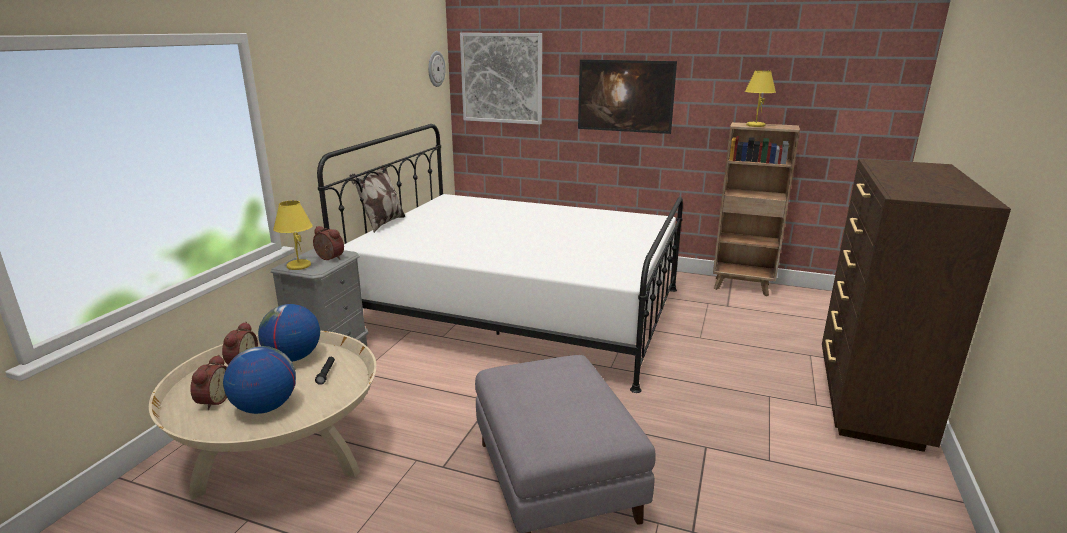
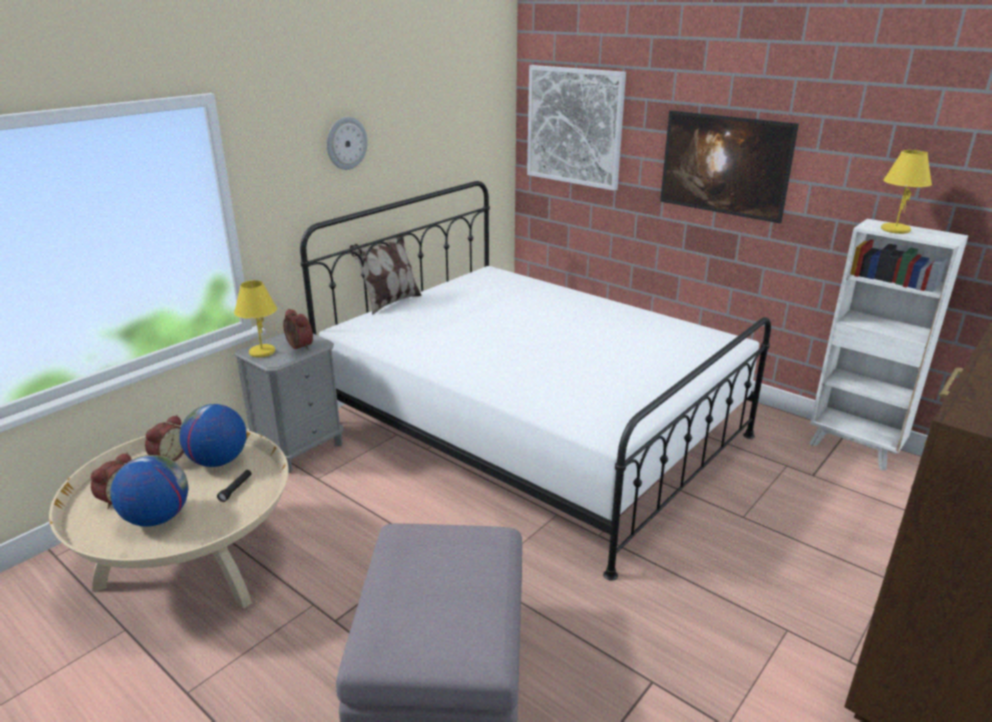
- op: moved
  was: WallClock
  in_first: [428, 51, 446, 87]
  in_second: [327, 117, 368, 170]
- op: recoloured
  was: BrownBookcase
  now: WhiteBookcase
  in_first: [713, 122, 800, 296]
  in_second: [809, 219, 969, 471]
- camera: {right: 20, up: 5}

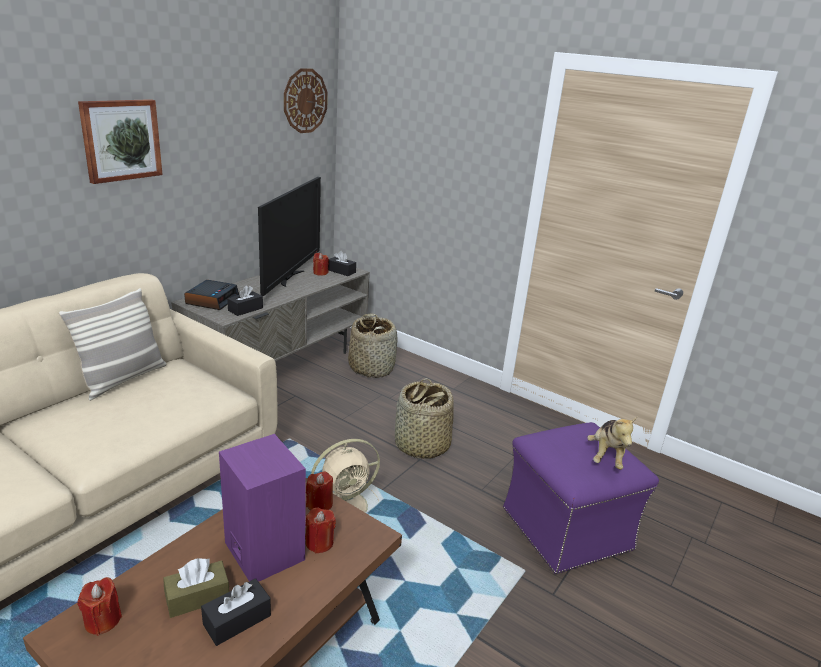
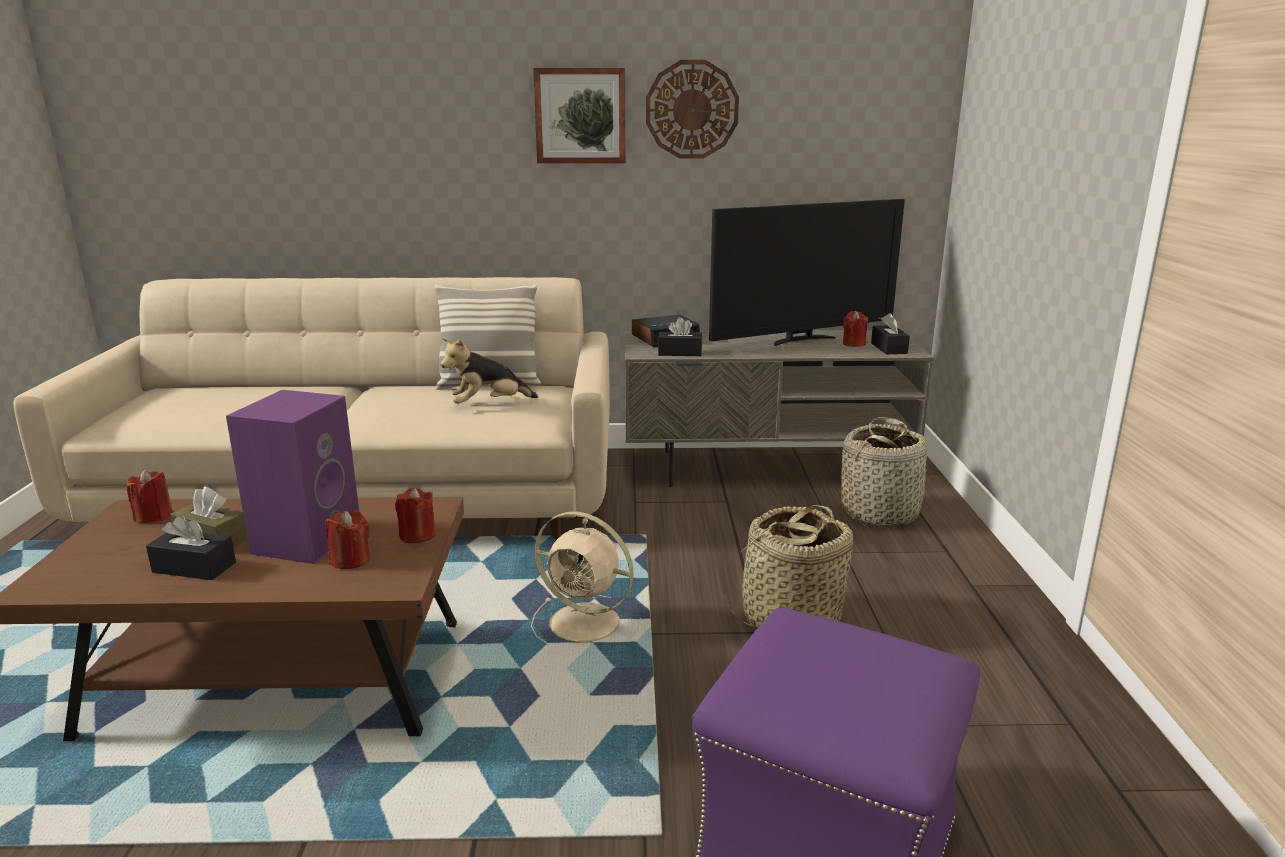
- op: moved
  was: PlushToy
  in_first: [587, 417, 637, 470]
  in_second: [441, 338, 538, 404]
- op: moved
  was: WallClock
  in_first: [284, 68, 328, 133]
  in_second: [646, 60, 739, 159]
- camera: {right: 55, up: -5}

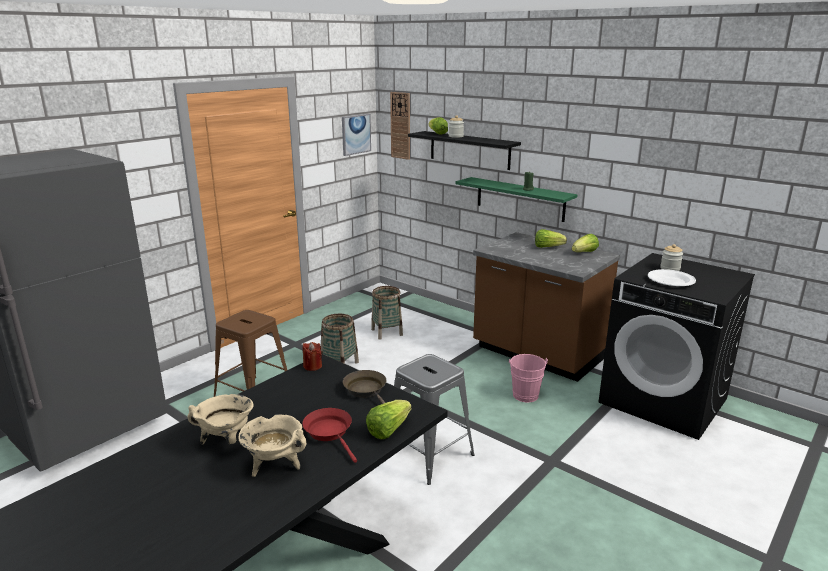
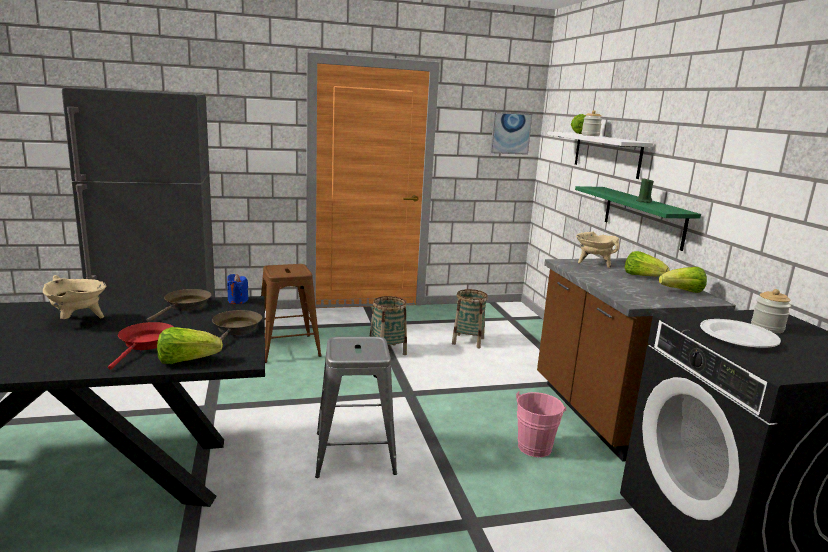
- op: added
  now: BrownFryingPan
  in_second: [147, 289, 211, 322]
- op: recoloured
  was: RedCandle
  now: BlueCandle
  in_first: [303, 342, 322, 371]
  in_second: [227, 274, 248, 304]
- op: recoloured
  was: BlackShelf
  now: WhiteShelf
  in_first: [408, 131, 521, 170]
  in_second: [547, 131, 653, 179]
- op: moved
  was: BeigeCookingPot
  in_first: [238, 414, 307, 477]
  in_second: [576, 232, 619, 268]
- op: removed
  was: WallClock
  in_first: [390, 92, 410, 160]
- camera: {right: 35, up: -5}

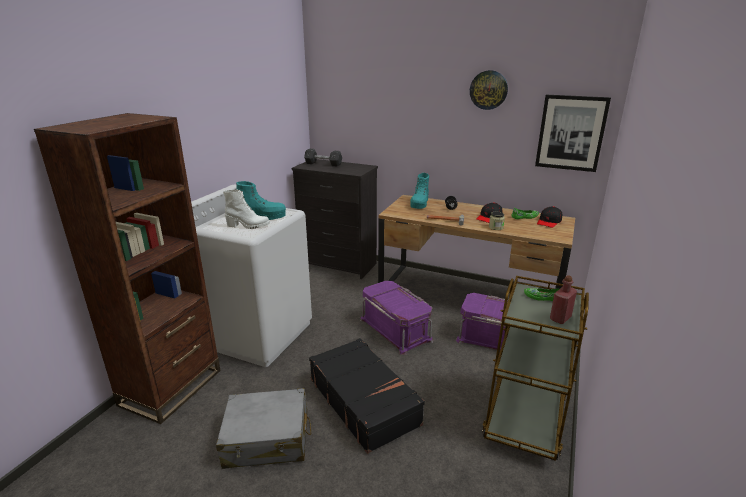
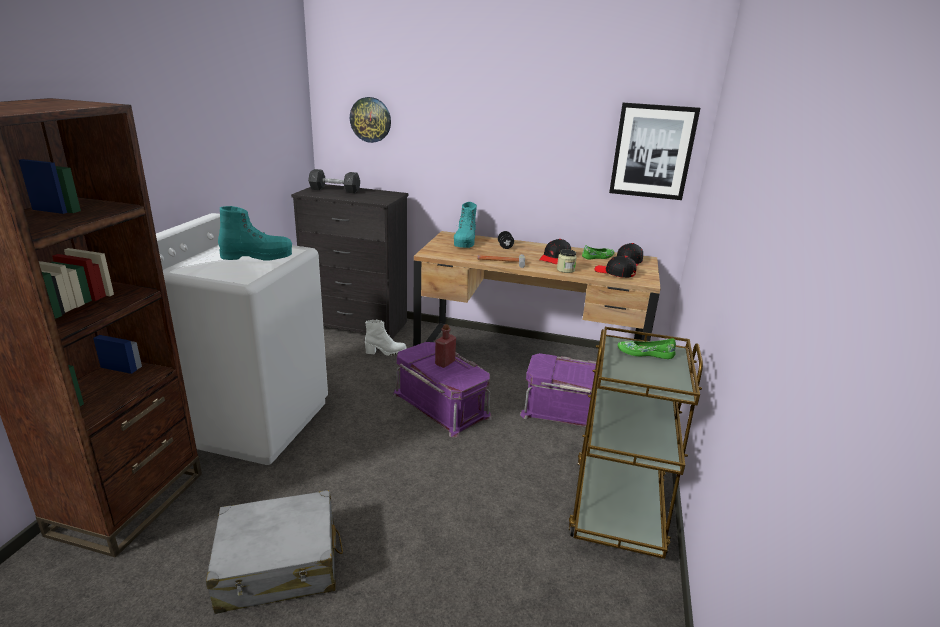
- op: moved
  was: WallClock
  in_first: [470, 70, 508, 110]
  in_second: [350, 97, 391, 143]
- op: moved
  was: WhiteBoot
  in_first: [223, 189, 270, 229]
  in_second: [365, 319, 407, 356]
- op: moved
  was: RedBottle
  in_first: [550, 275, 577, 324]
  in_second: [435, 324, 456, 368]
- op: added
  now: BlackCap
  in_second: [595, 256, 636, 278]
- op: removed
  was: BlackSuitcase
  in_first: [309, 338, 425, 454]
- camera: {right: -10, up: 0}

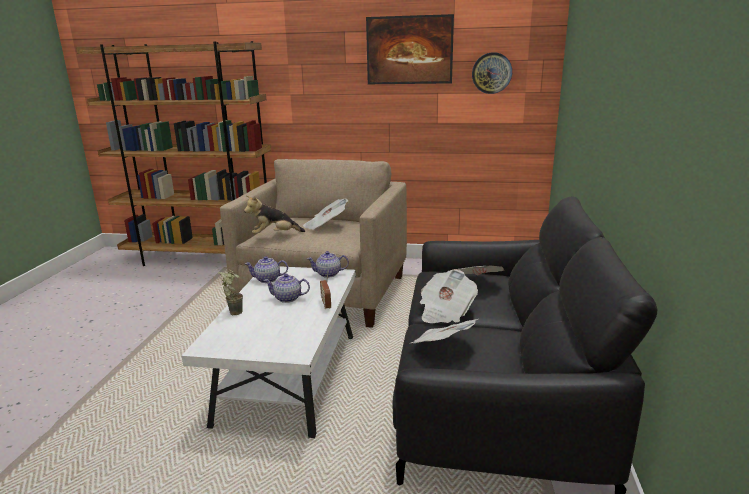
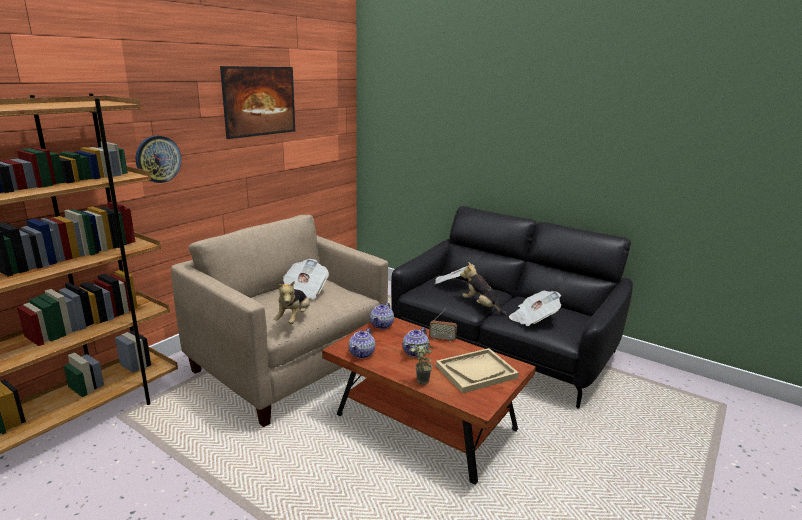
- op: moved
  was: WallClock
  in_first: [472, 52, 512, 94]
  in_second: [135, 136, 181, 183]
- op: recoloured
  was: WhiteCoffeeTable
  now: BrownCoffeeTable
  in_first: [182, 266, 356, 438]
  in_second: [322, 317, 536, 485]
- op: added
  now: BeigeTray
  in_second: [436, 348, 519, 394]
- op: replaced
  was: Newspaper
  now: PlushToy
  in_first: [420, 269, 478, 323]
  in_second: [460, 262, 507, 316]
- camera: {right: -65, up: 0}

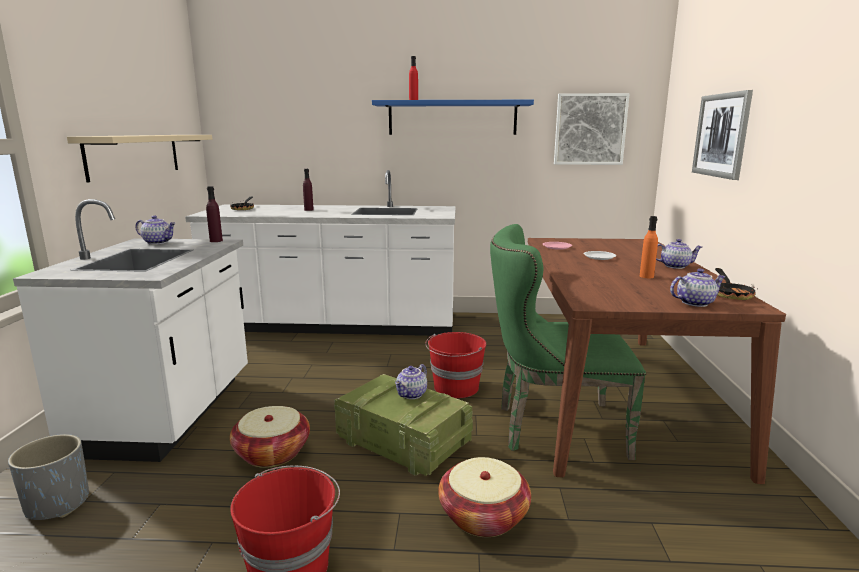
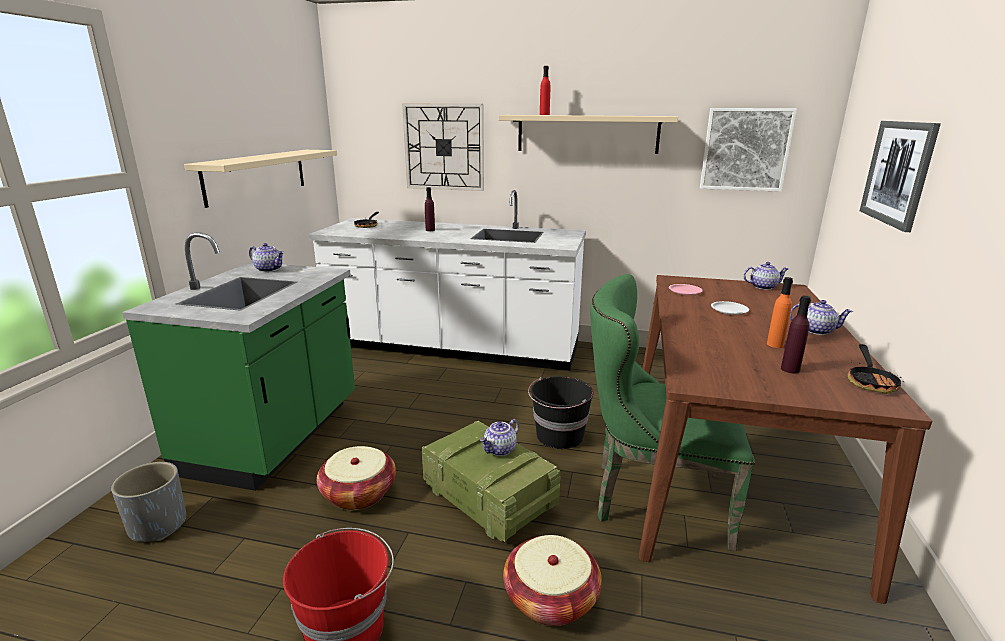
- op: recoloured
  was: WhiteCounter
  now: GreenCounter
  in_first: [13, 199, 248, 462]
  in_second: [122, 232, 355, 491]
- op: added
  now: WallClock
  in_second: [402, 104, 484, 191]
- op: recoloured
  was: BlueShelf
  now: BeigeShelf
  in_first: [372, 100, 534, 135]
  in_second: [498, 115, 678, 154]
- op: recoloured
  was: RedBucket
  now: BlackBucket
  in_first: [425, 332, 486, 398]
  in_second: [528, 376, 594, 449]
- op: moved
  was: Teapot
  in_first: [670, 269, 725, 307]
  in_second: [743, 262, 788, 290]
- op: moved
  was: PurpleBottle
  in_first: [206, 186, 223, 242]
  in_second: [781, 296, 811, 374]
- camera: {right: 10, up: 5}

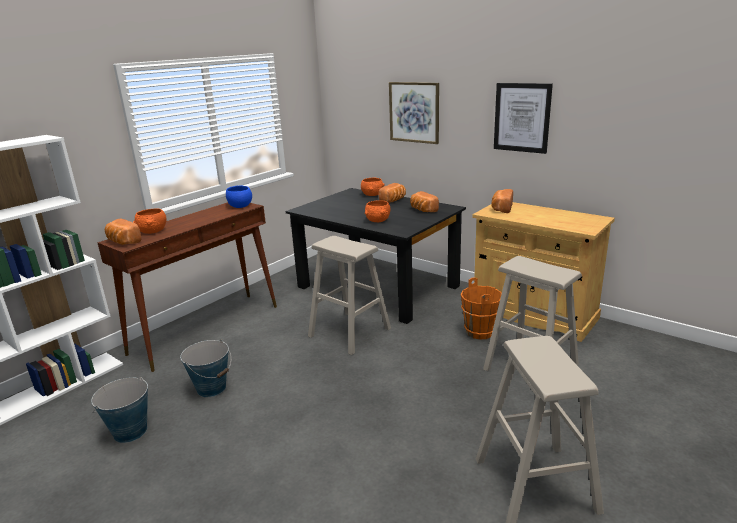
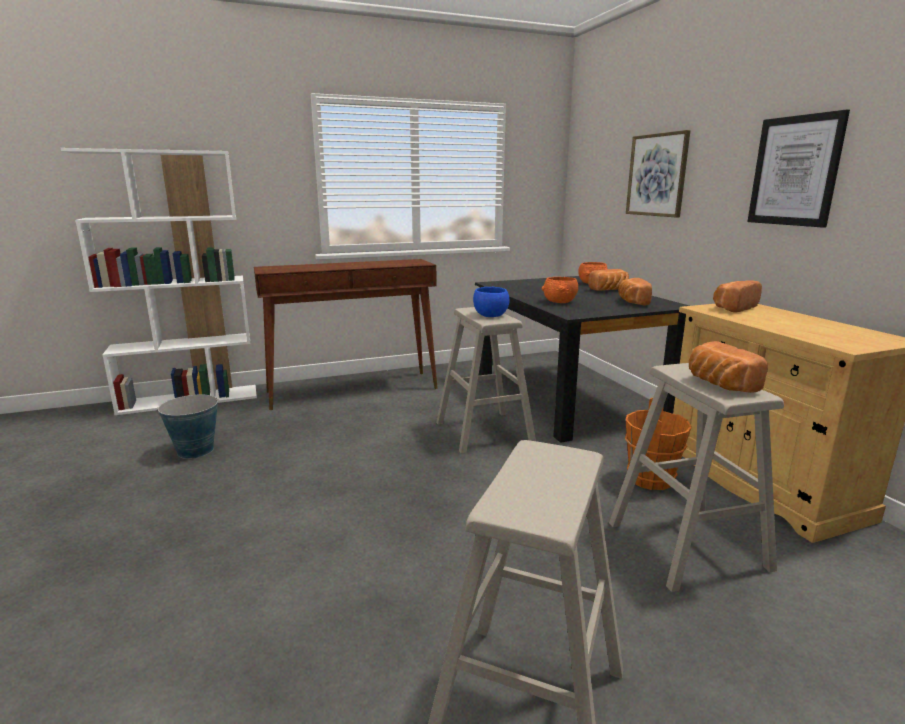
- op: moved
  was: BlueBowl
  in_first: [226, 185, 252, 208]
  in_second: [473, 287, 510, 317]
- op: moved
  was: Bread
  in_first: [105, 219, 142, 245]
  in_second: [689, 341, 768, 393]
- op: removed
  was: OrangeBowl
  in_first: [133, 208, 167, 234]
- op: removed
  was: Bucket
  in_first: [180, 340, 231, 397]
- camera: {right: 30, up: -5}

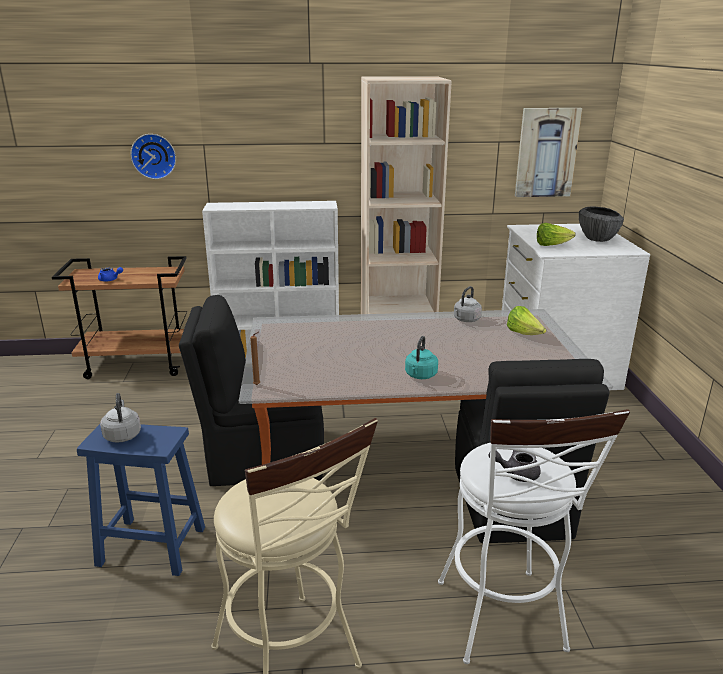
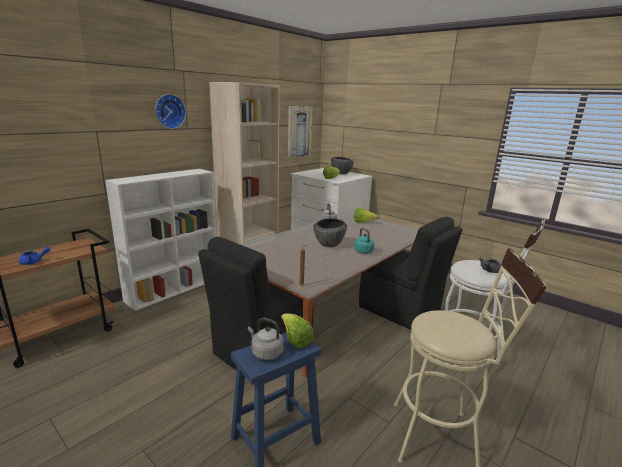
- op: moved
  was: WallClock
  in_first: [130, 134, 176, 179]
  in_second: [155, 94, 186, 129]
- op: added
  now: Lettuce
  in_second: [281, 313, 313, 348]
- op: added
  now: Bowl
  in_second: [313, 219, 347, 247]
- camera: {right: -45, up: -5}

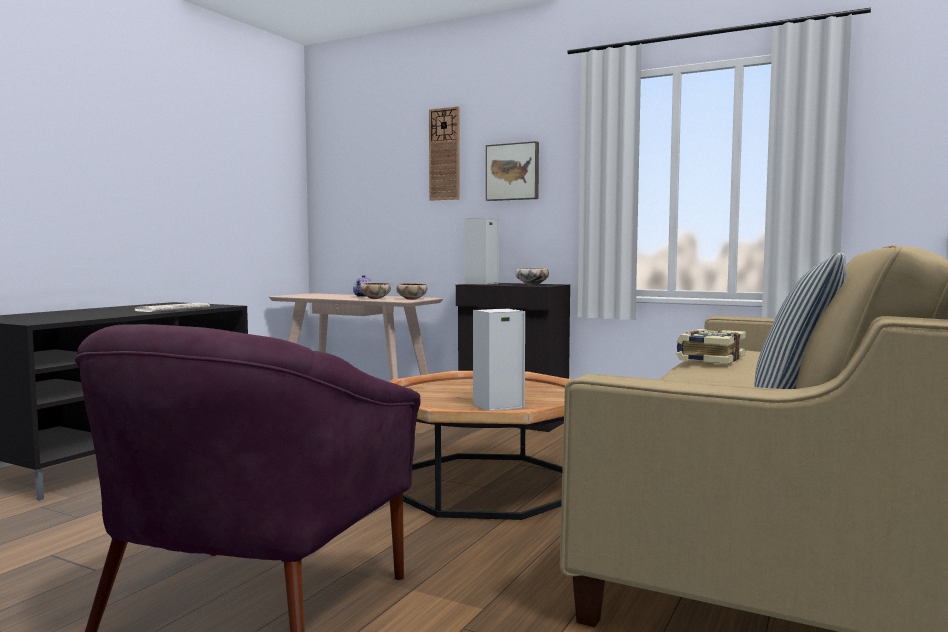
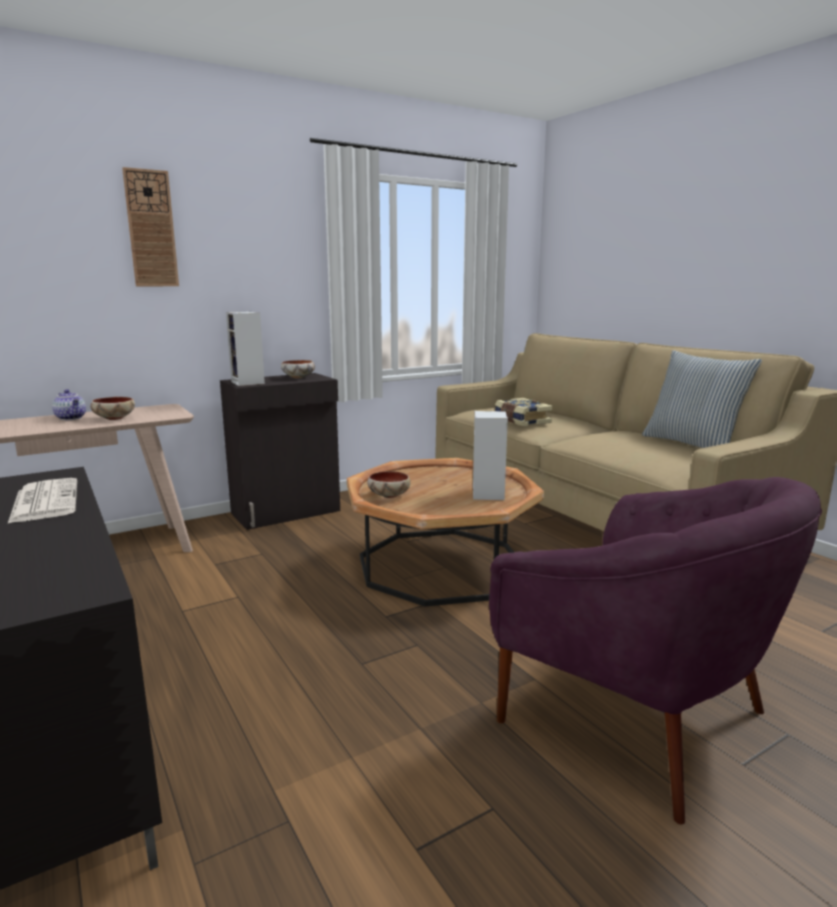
- op: moved
  was: Bowl
  in_first: [396, 283, 428, 300]
  in_second: [367, 471, 410, 498]
- op: removed
  was: Picture
  in_first: [486, 141, 539, 201]
- camera: {right: -60, up: 10}

